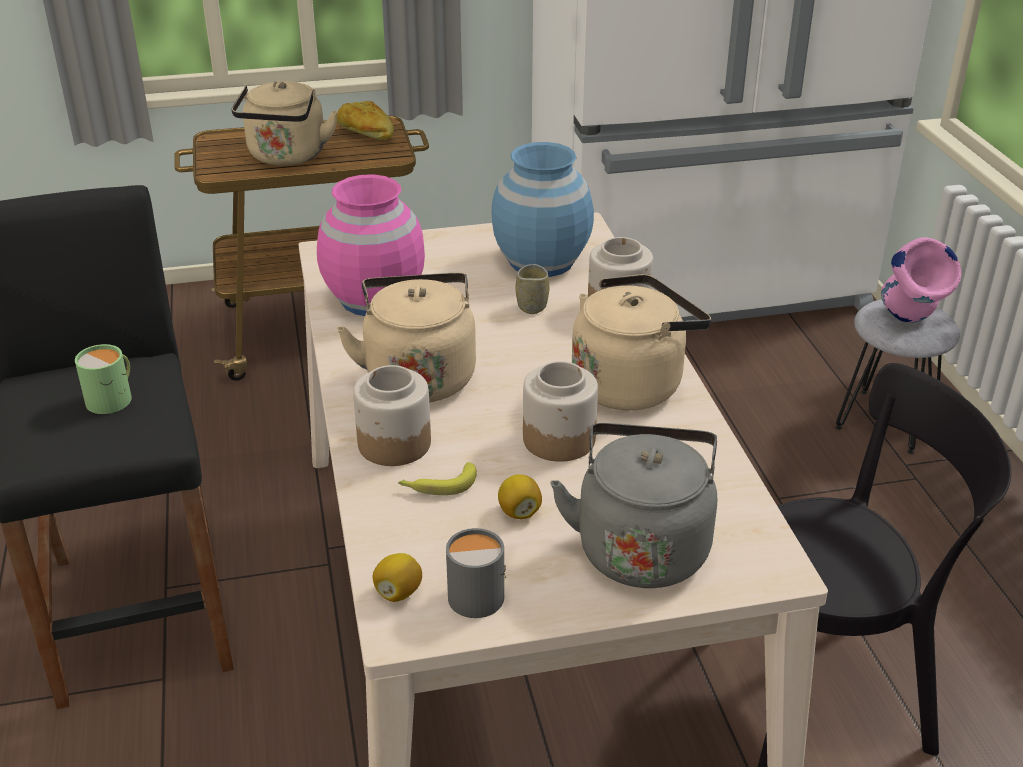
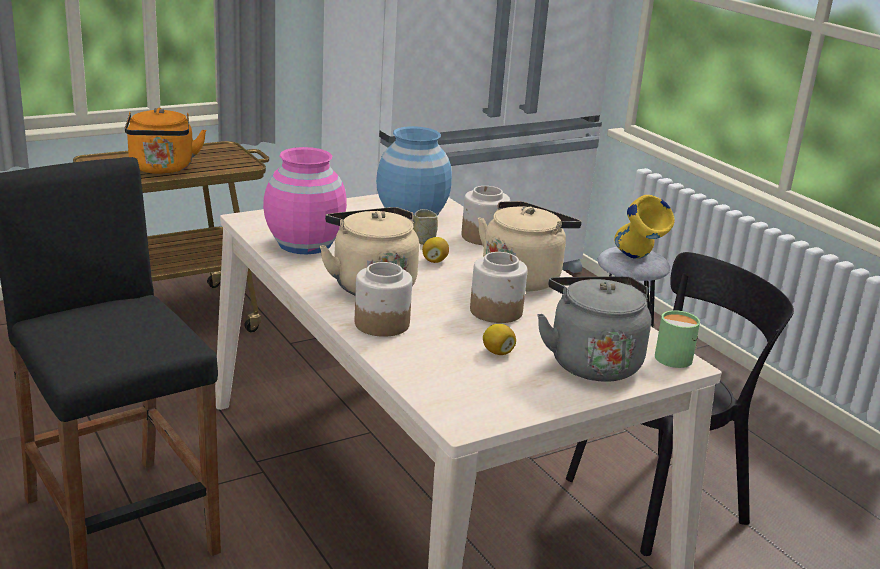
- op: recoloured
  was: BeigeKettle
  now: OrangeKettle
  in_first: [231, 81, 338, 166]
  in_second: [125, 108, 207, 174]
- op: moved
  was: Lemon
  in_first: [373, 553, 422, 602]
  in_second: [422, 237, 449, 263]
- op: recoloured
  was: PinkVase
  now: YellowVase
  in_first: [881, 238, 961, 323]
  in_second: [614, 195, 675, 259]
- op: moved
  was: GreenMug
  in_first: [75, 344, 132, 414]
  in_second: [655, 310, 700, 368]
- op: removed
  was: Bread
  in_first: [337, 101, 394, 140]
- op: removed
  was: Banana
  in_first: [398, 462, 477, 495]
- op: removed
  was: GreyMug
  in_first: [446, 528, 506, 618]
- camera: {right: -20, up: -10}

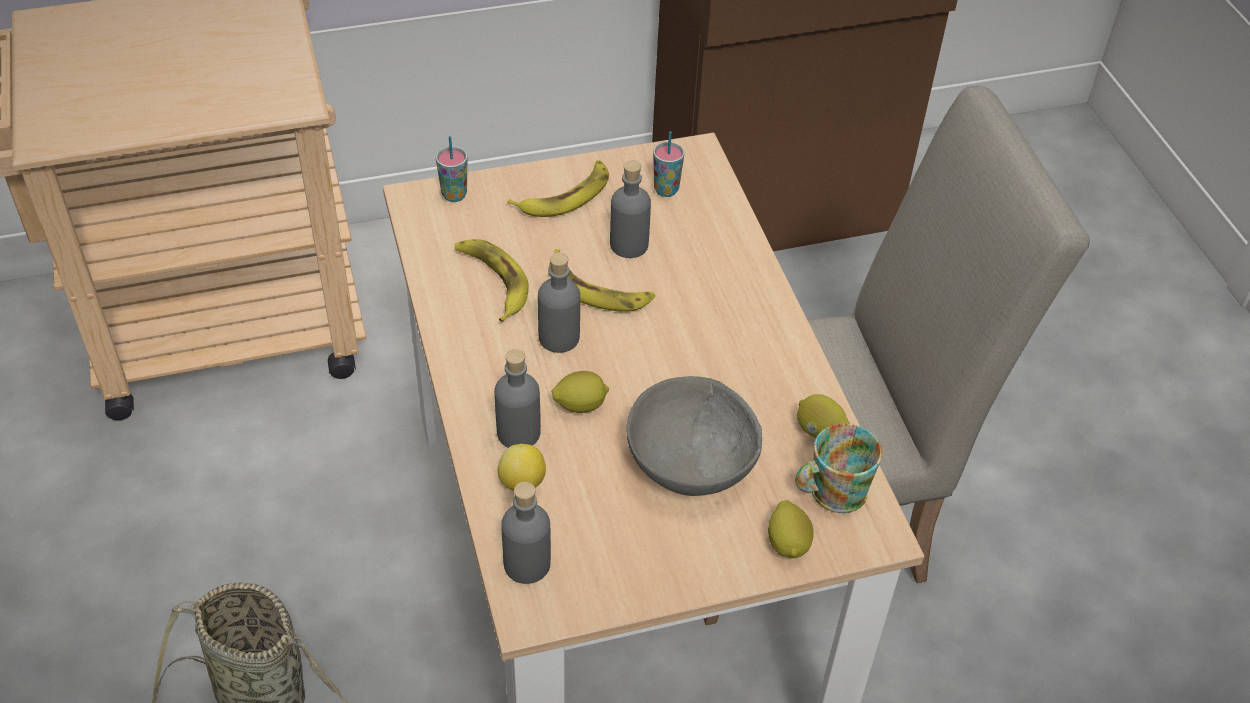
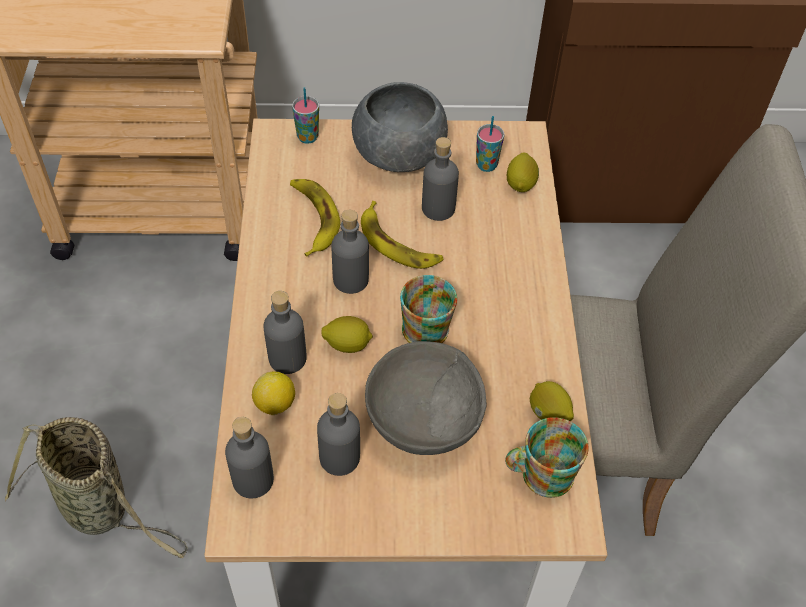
- op: added
  now: GreyBottle
  in_second: [317, 393, 360, 476]
- op: replaced
  was: Banana
  now: GreyBowl
  in_first: [507, 160, 609, 217]
  in_second: [352, 82, 448, 172]
- op: added
  now: Mug
  in_second: [400, 275, 457, 343]
- op: moved
  was: Lemon
  in_first: [768, 500, 814, 558]
  in_second: [507, 153, 539, 192]
- camera: {right: 15, up: 5}

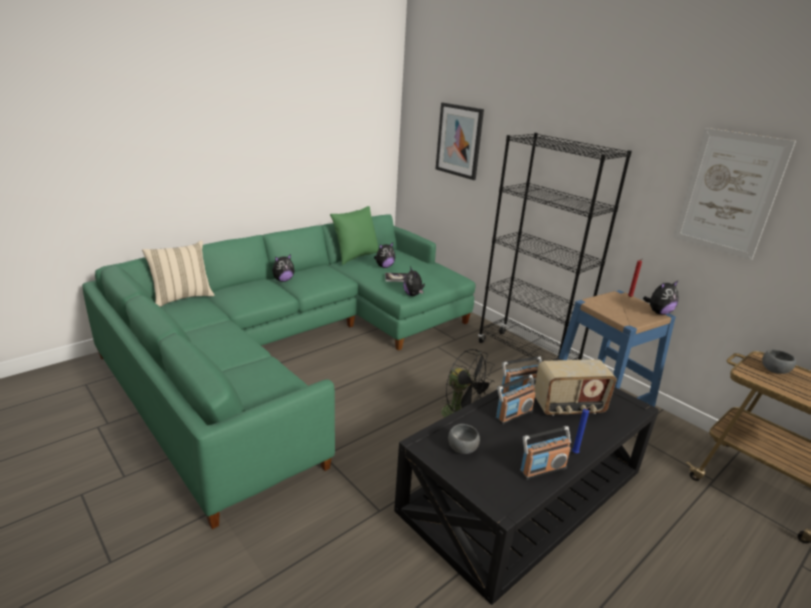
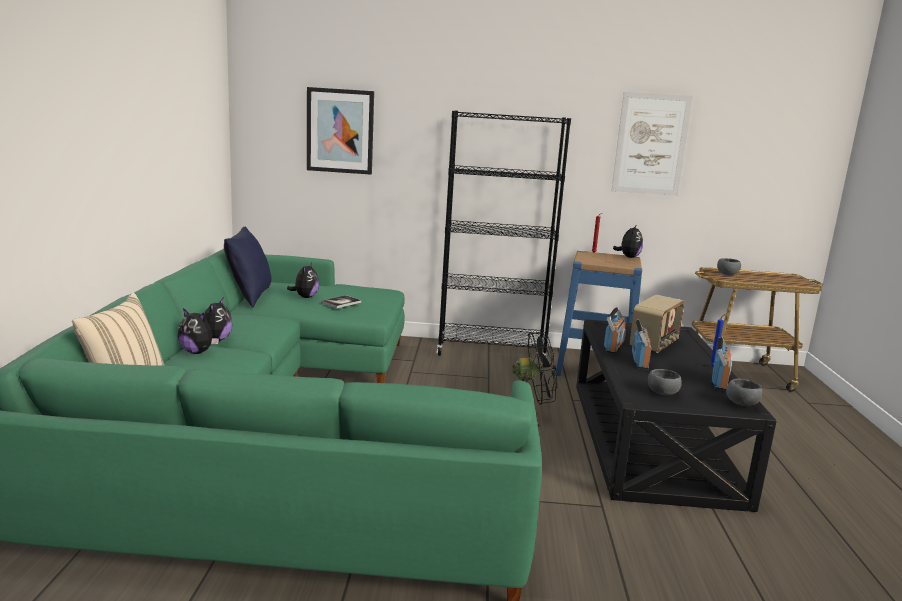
- op: moved
  was: PlushToy
  in_first: [403, 266, 425, 296]
  in_second: [178, 308, 219, 354]
- op: recoloured
  was: GreenPillow
  now: BluePillow
  in_first: [330, 206, 379, 265]
  in_second: [224, 227, 271, 308]
- op: added
  now: GreyBowl
  in_second: [726, 378, 762, 406]
- camera: {right: -45, up: -10}

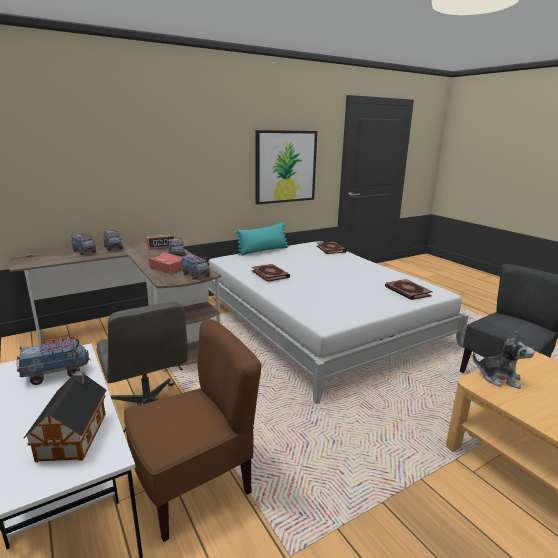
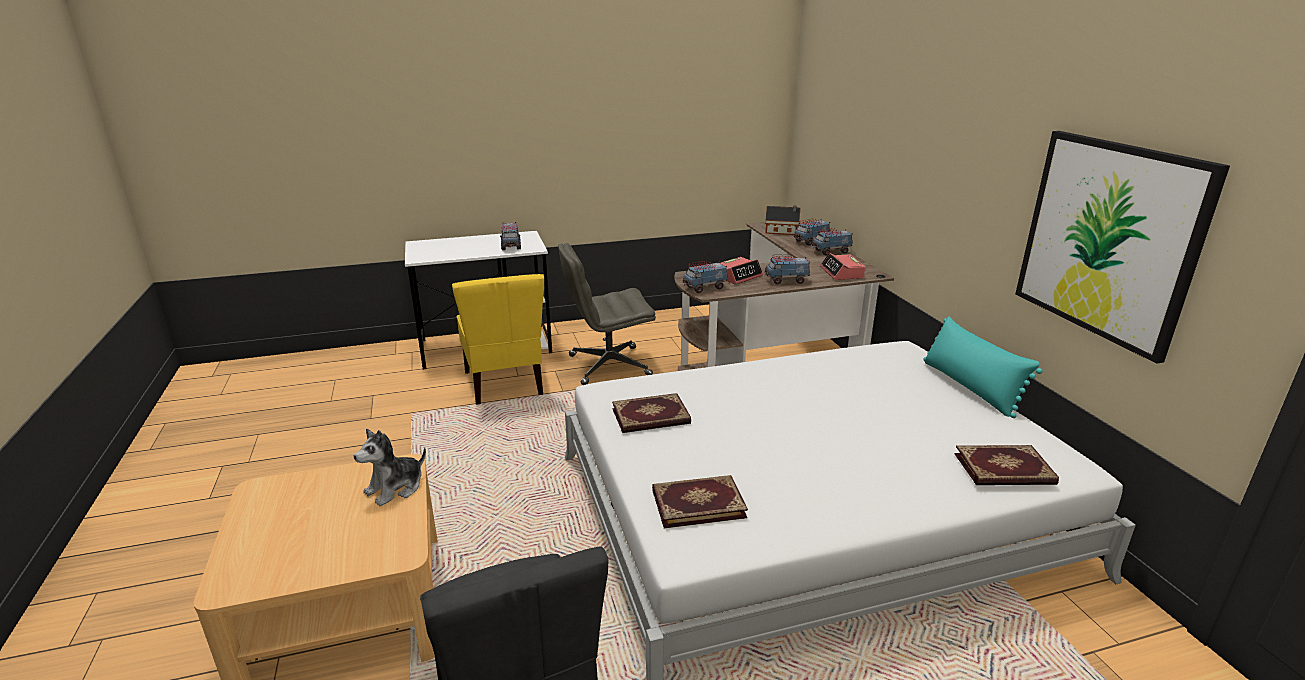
- op: recoloured
  was: BrownChair
  now: YellowChair
  in_first: [124, 319, 262, 542]
  in_second: [452, 274, 544, 405]
- op: moved
  was: Book
  in_first: [252, 264, 290, 282]
  in_second: [612, 393, 691, 433]
- op: moved
  was: ToyHouse
  in_first: [24, 371, 106, 462]
  in_second: [765, 205, 801, 235]
- camera: {right: 105, up: 5}

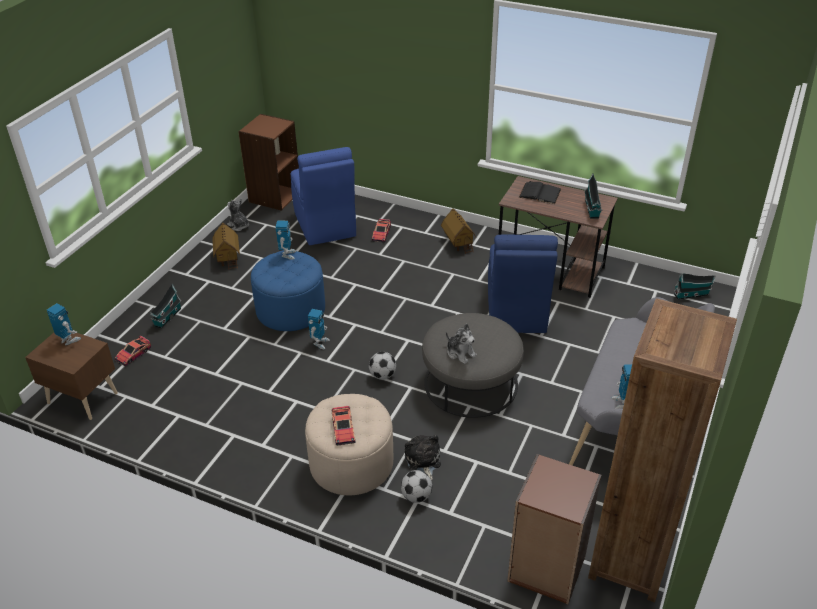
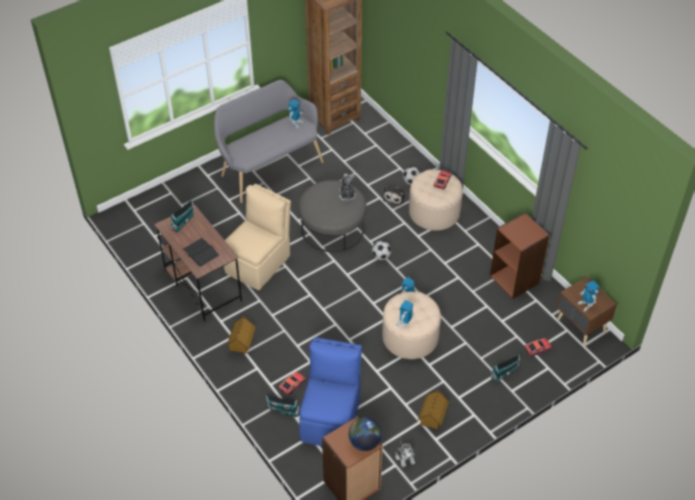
- op: recoloured
  was: BlueChair
  now: BeigeChair
  in_first: [488, 234, 558, 333]
  in_second: [224, 184, 291, 290]
- op: moved
  was: ToyHouse
  in_first: [674, 273, 716, 300]
  in_second: [266, 395, 300, 417]
- op: added
  now: Globe
  in_second: [349, 418, 382, 451]
- op: recoloured
  was: BlueOttoman
  now: BeigeOttoman
  in_first: [251, 250, 325, 331]
  in_second: [382, 292, 441, 359]
- op: moved
  was: BrownBookcase
  in_first: [507, 454, 601, 604]
  in_second: [490, 213, 550, 299]
- camera: {right: -150, up: 10}

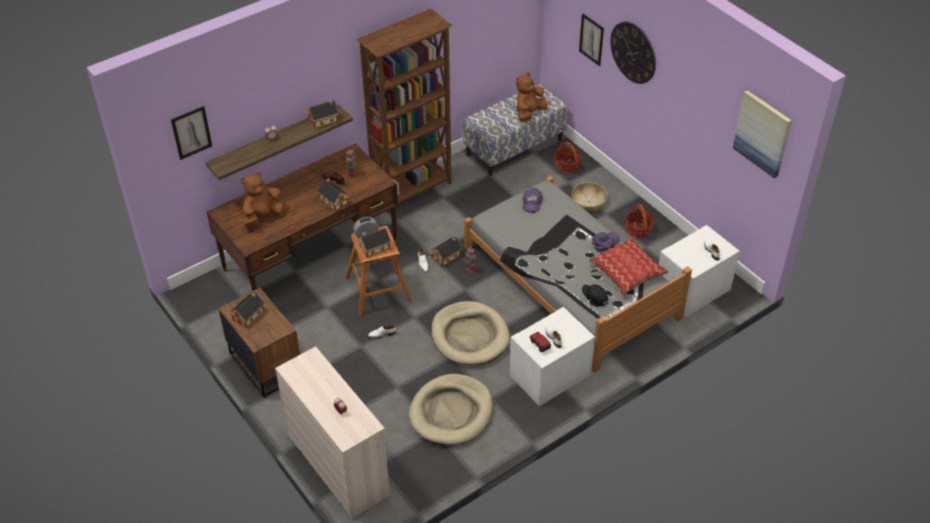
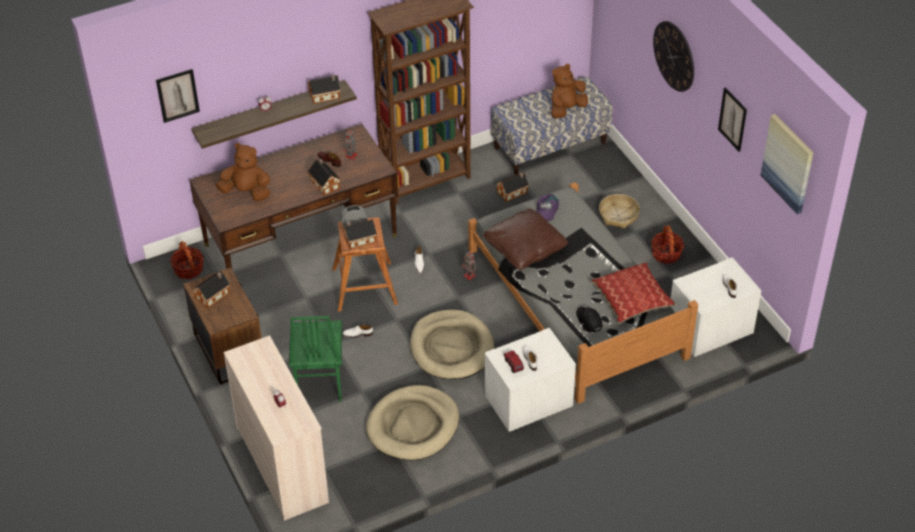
- op: moved
  was: Basket
  in_first: [554, 141, 582, 173]
  in_second: [170, 241, 204, 279]
- op: turned
  was: BrownPlushToy
  in_first: [241, 172, 285, 227]
  in_second: [215, 143, 270, 201]
  clockwise: 45
- op: added
  now: GreenChair
  in_second: [289, 316, 342, 402]
- op: added
  now: BrownPillow
  in_second: [483, 208, 568, 270]
- op: moved
  was: ToyHouse
  in_first: [431, 237, 462, 267]
  in_second: [497, 172, 529, 202]
- op: moved
  was: Picture
  in_first: [579, 14, 604, 66]
  in_second: [718, 88, 747, 152]
- op: removed
  was: PurpleCap
  in_first: [592, 232, 620, 253]
- camera: {right: 10, up: 0}

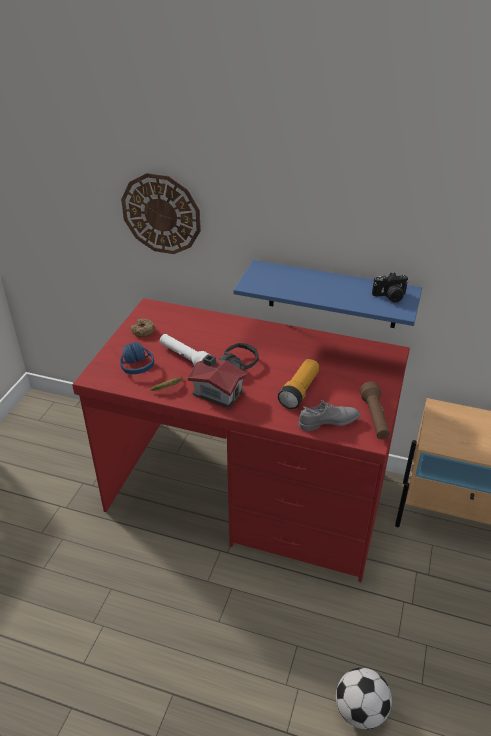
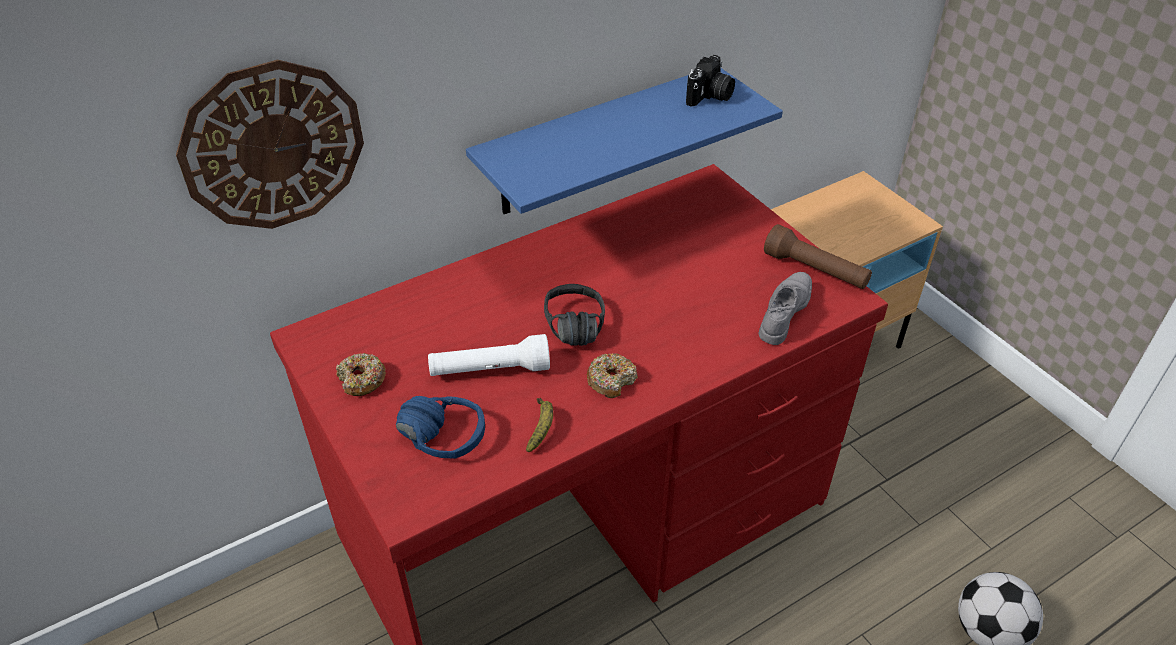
- op: replaced
  was: ToyHouse
  now: Donut
  in_first: [188, 354, 248, 408]
  in_second: [587, 353, 638, 398]
- op: removed
  was: Flashlight
  in_first: [278, 359, 319, 409]
- camera: {right: -50, up: 5}

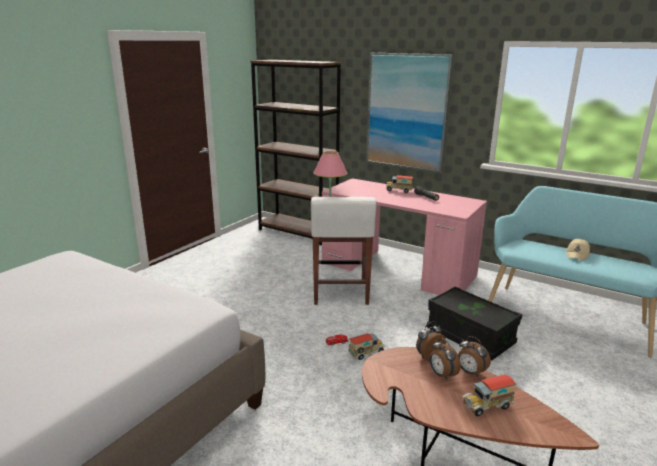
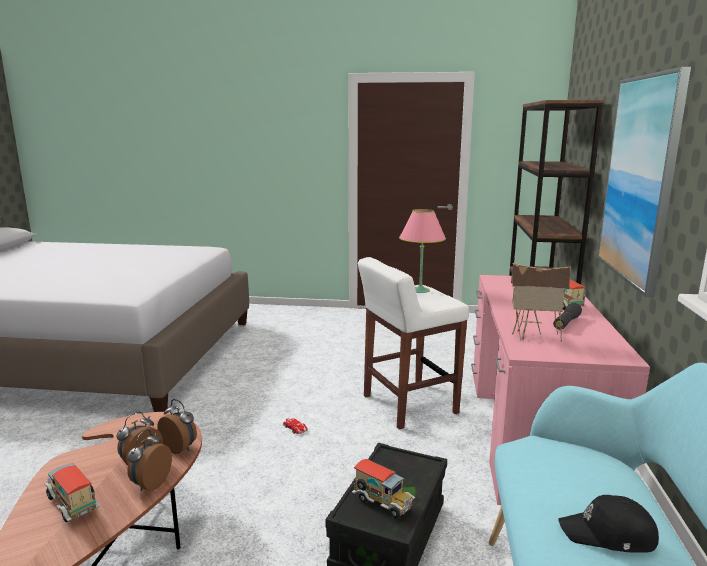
- op: moved
  was: ToyTruck
  in_first: [349, 333, 385, 360]
  in_second: [352, 459, 415, 519]
- op: added
  now: ToyHouse
  in_second: [511, 263, 571, 342]
- op: recoloured
  was: BeigeCap
  now: BlackCap
  in_first: [566, 239, 590, 261]
  in_second: [558, 495, 659, 553]
- camera: {right: 65, up: -5}

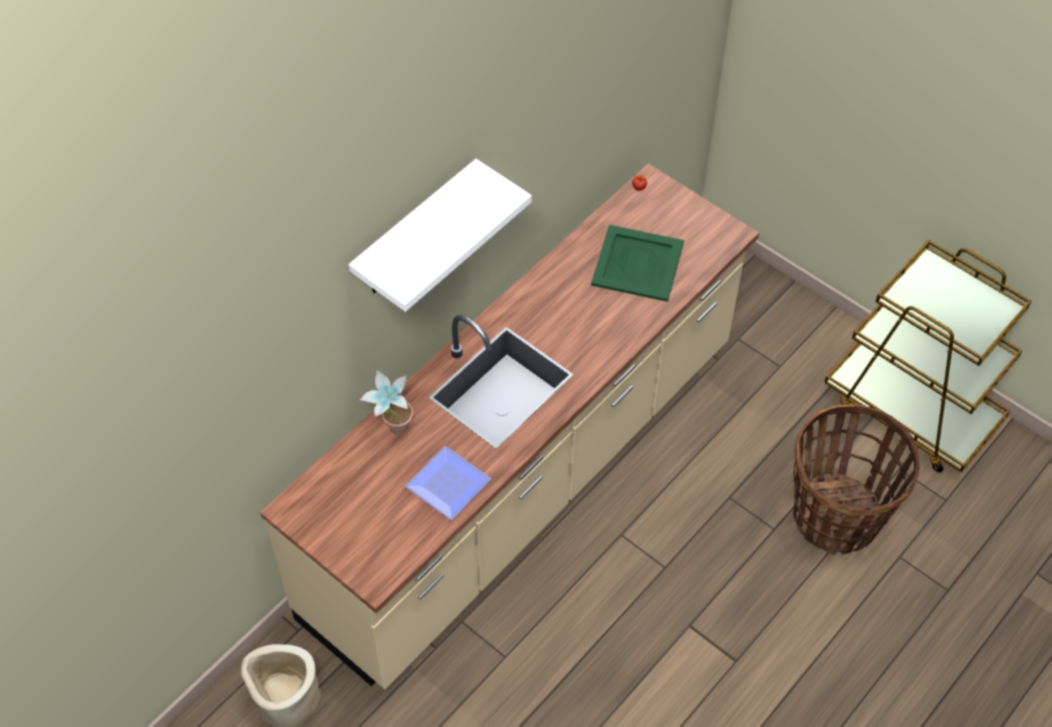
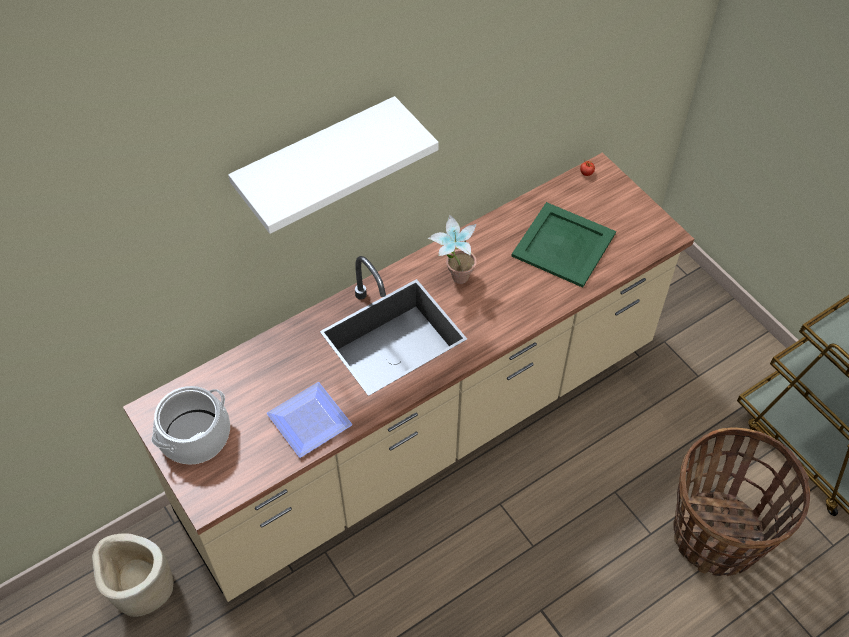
- op: added
  now: CookingPot
  in_second: [151, 386, 230, 465]
- op: moved
  was: PottedPlant
  in_first: [360, 370, 413, 435]
  in_second: [428, 214, 477, 284]
- camera: {right: 15, up: 0}

